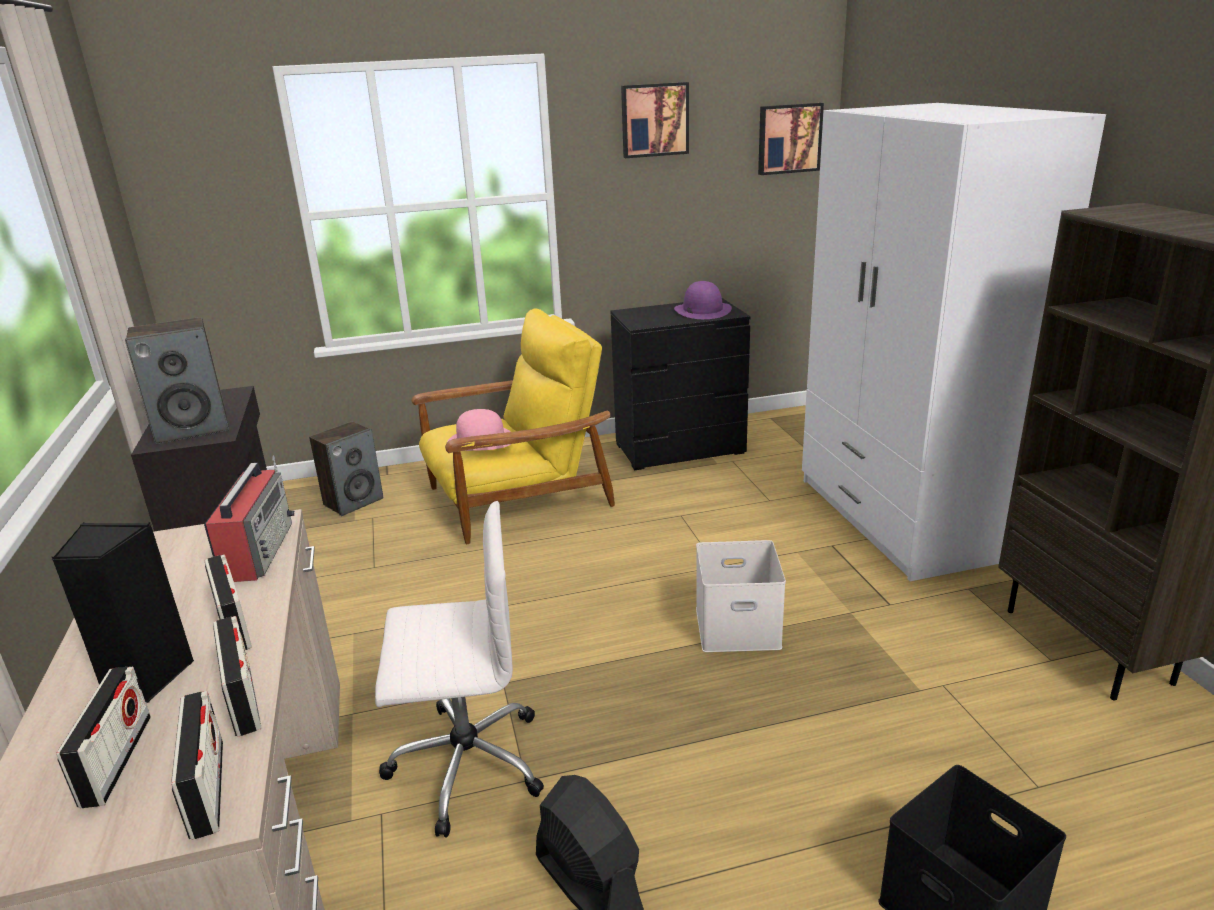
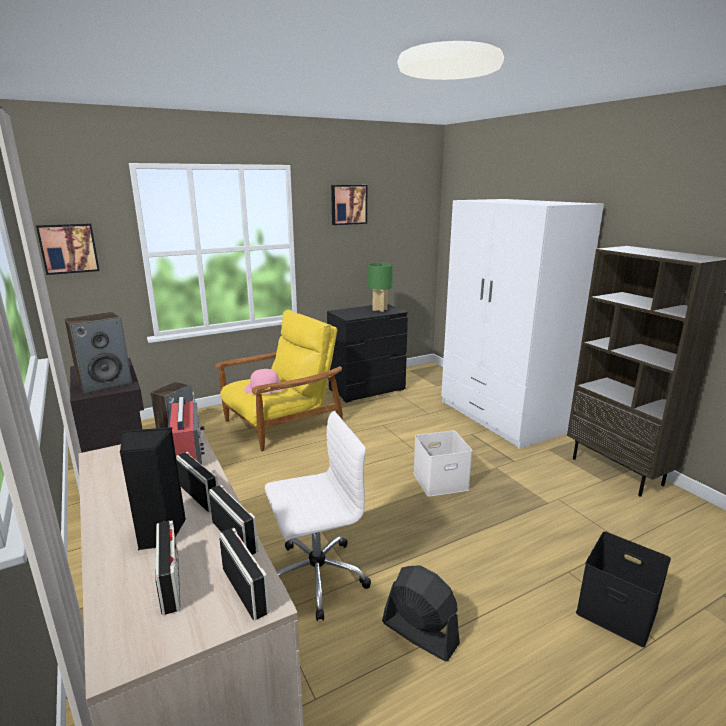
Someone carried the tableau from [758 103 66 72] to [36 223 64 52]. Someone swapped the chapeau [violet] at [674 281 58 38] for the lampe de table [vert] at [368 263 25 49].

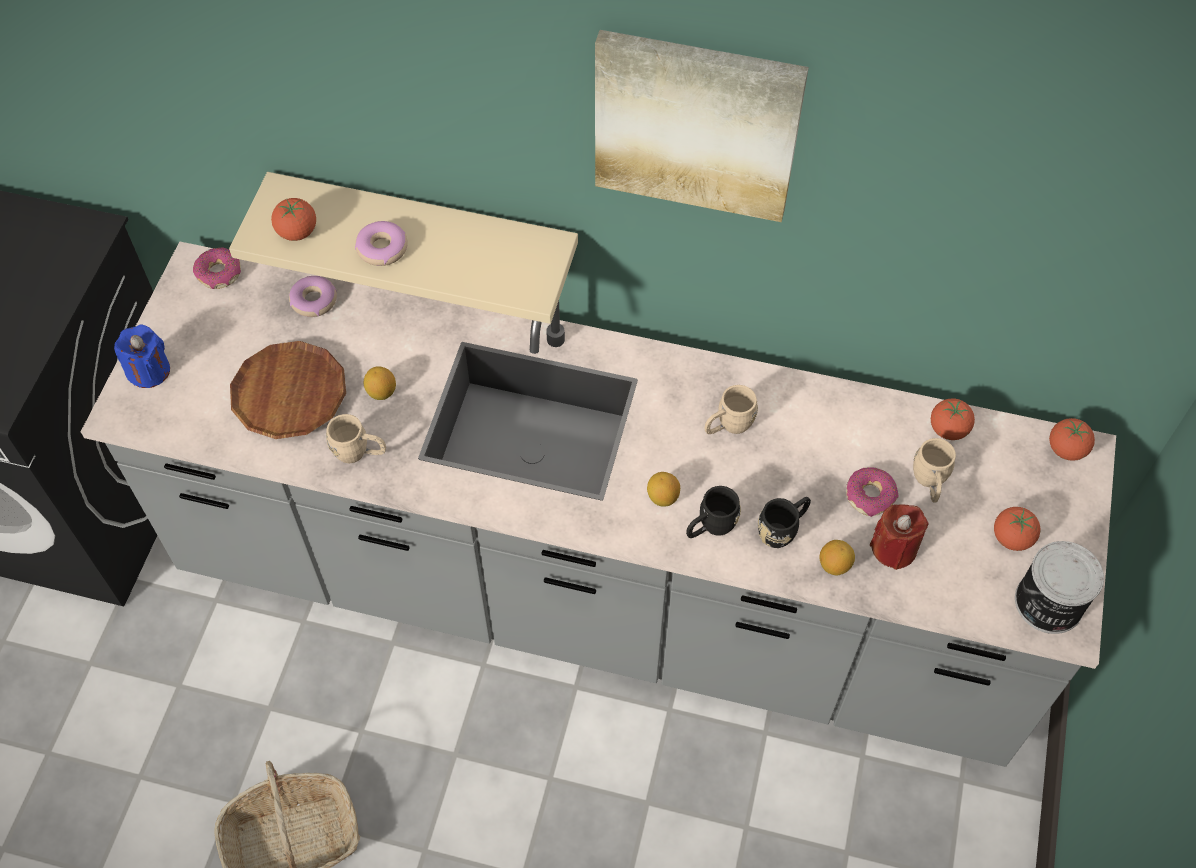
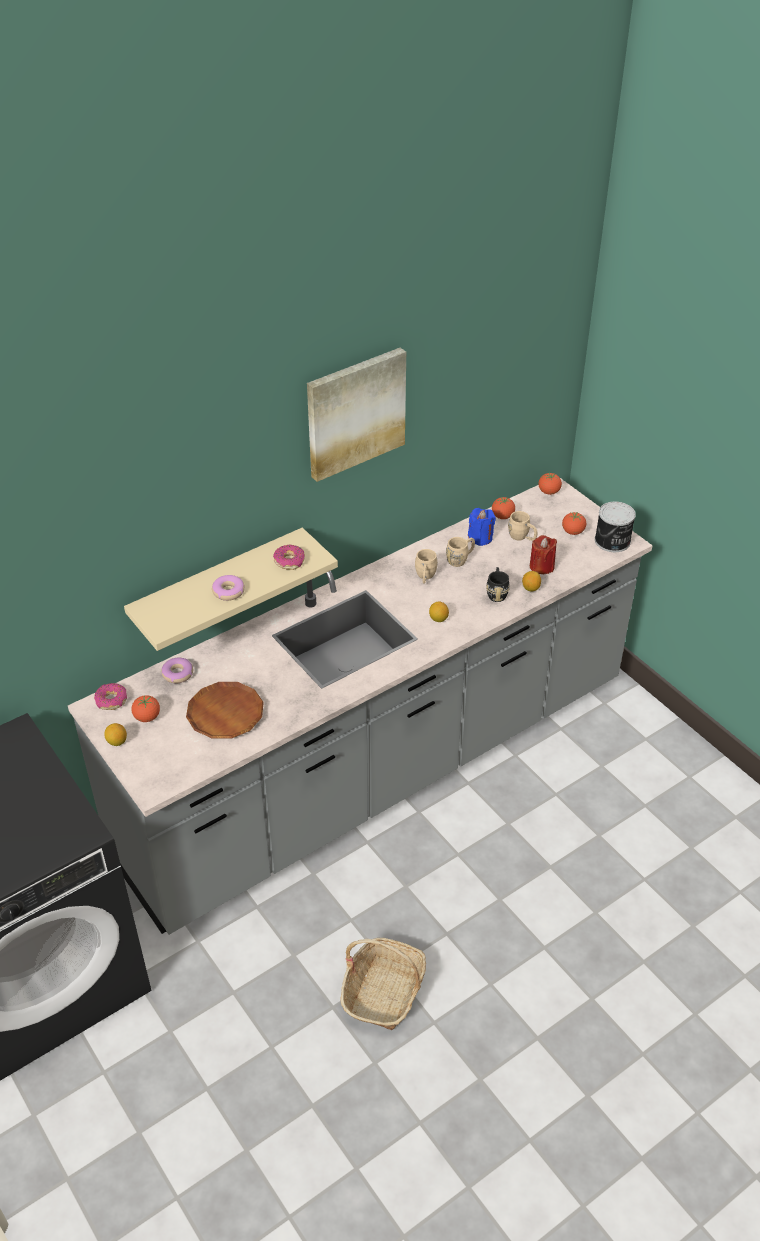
Someone carried the tomate from [271 198 45 43] to [131 695 29 27]. Someone carried the bougie [bleu] from [114 325 56 63] to [468 508 28 38]. Someone carried the citron from [364 366 32 34] to [104 723 23 23]. Someone carried the mug [beige] from [326 414 60 49] to [446 537 29 30]. Someone carried the beignet from [846 467 53 50] to [273 544 32 26]. Someone took away the mug [noir] at [686 486 55 52].

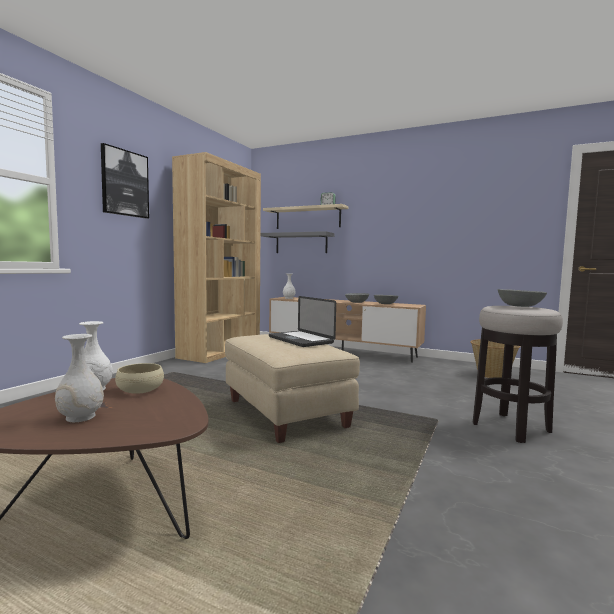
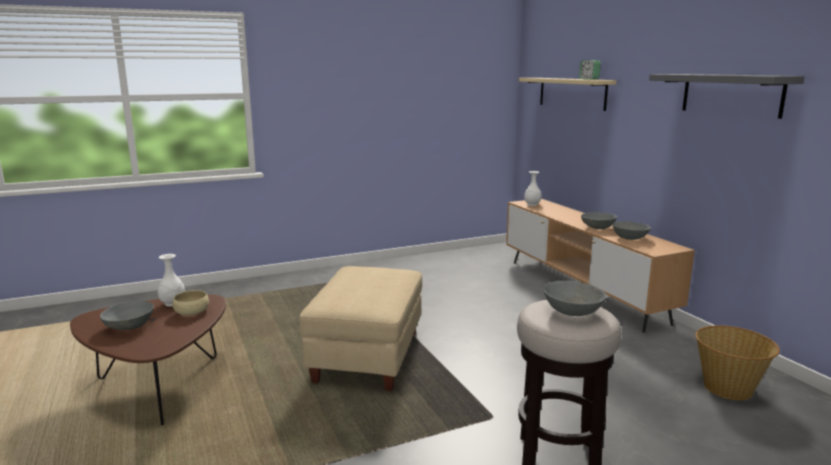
Someone took away the tableau at [101 143 48 76]. Someone took away the bibliothèque [marron] at [172 152 89 211]. Someone carried the étagère [gris] from [261 231 74 22] to [649 74 156 45]. Someone took away the ordinateur portable at [269 296 67 51]. Someone swapped the vase [blanc] at [55 334 49 88] for the bol [gris] at [100 301 54 29].

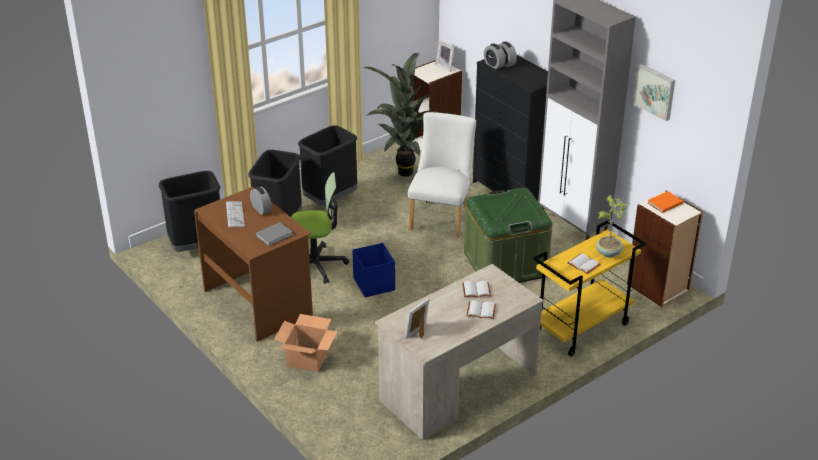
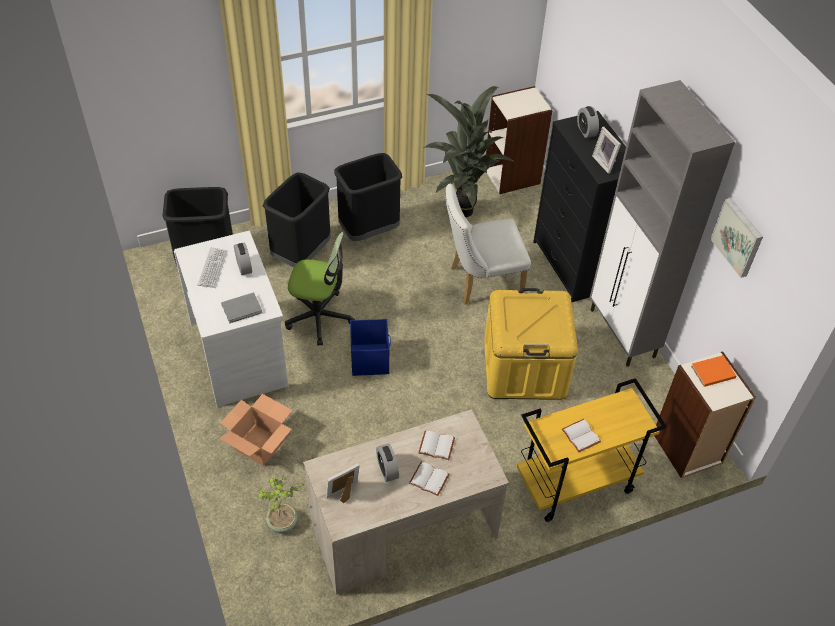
Someone carried the cadre photo from [435 40 20 32] to [592 127 29 47]. Someone carried the réveil from [484 43 22 26] to [376 443 23 39]. Someone rotated the chaise [blanc] at [408 112 68 125] by 135 degrees counterclockwise. Someone repainted the bureau [marron] at [194 187 119 155], which became the bureau [blanc] at [174 231 114 176]. Someone repainted the boîte de rangement [vert] at [464 187 88 96], which became the boîte de rangement [jaune] at [484 288 94 112]. Someone carried the plante en pot from [596 195 33 62] to [257 475 47 58].

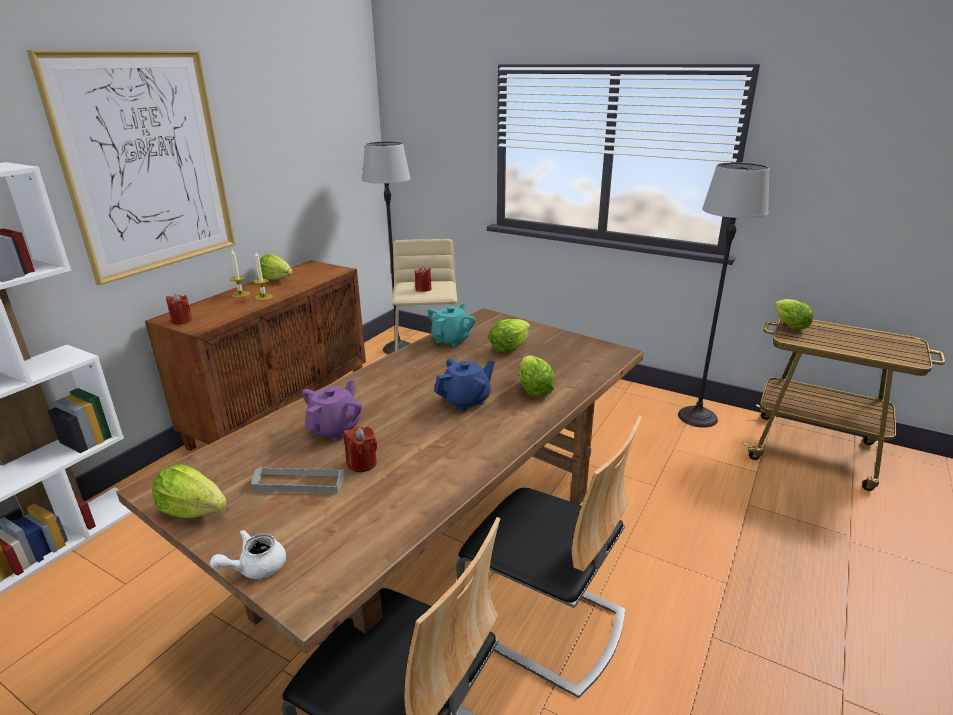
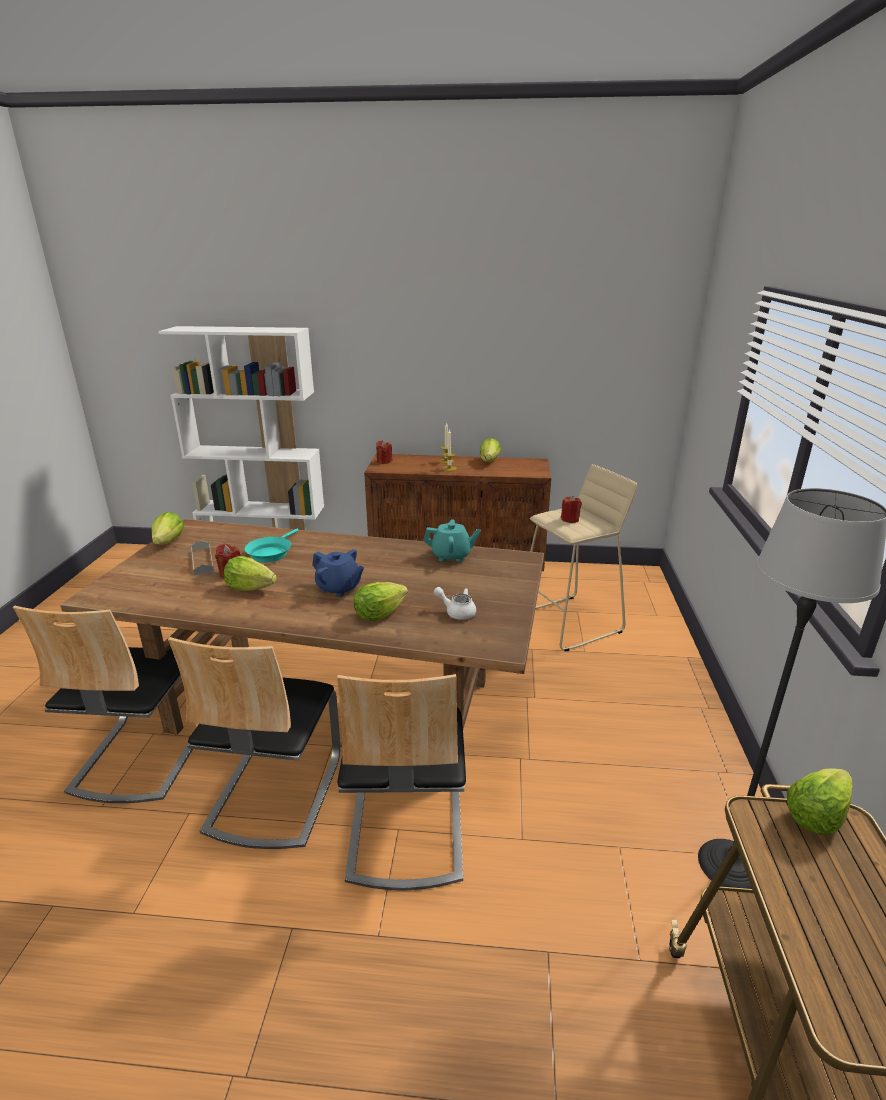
Someone took away the tableau at [27 50 208 235]. Someone took away the lampadaire at [362 141 49 214]. Someone carried the laitue from [489 319 41 33] to [224 556 53 35]. Someone swapped the théière [violet] at [302 380 60 61] for the poêle [turquoise] at [245 529 54 33]. Someone carried the théière [blanc] from [210 530 76 49] to [434 587 42 33]. Someone put down the chaise at [337 674 129 217].

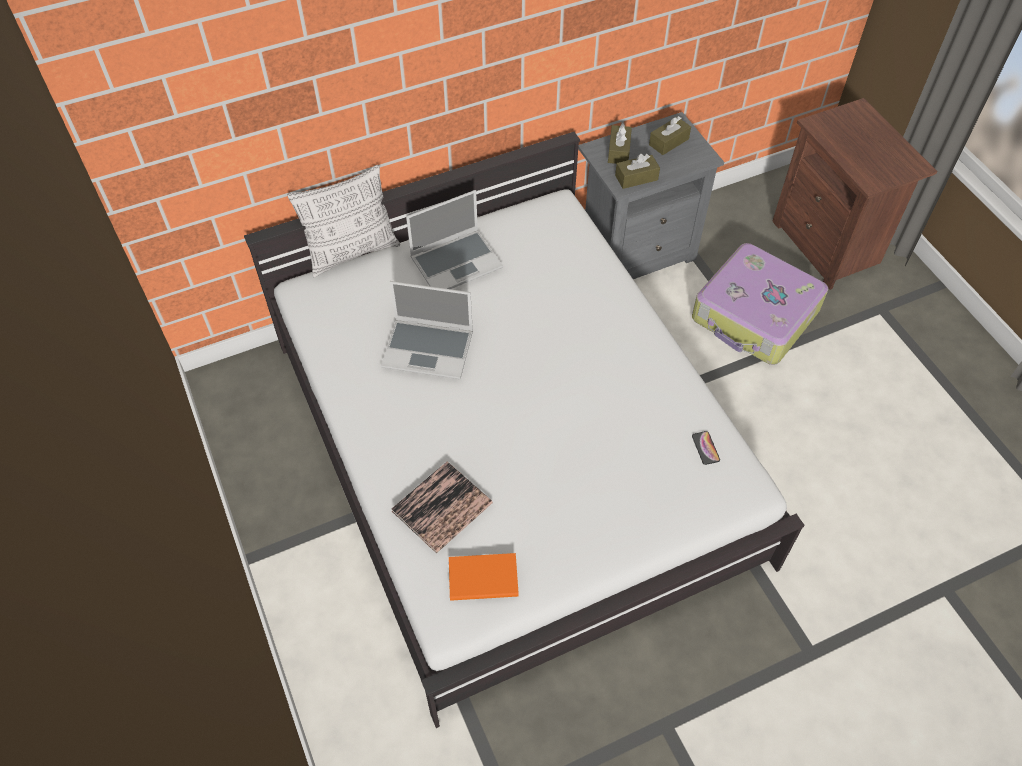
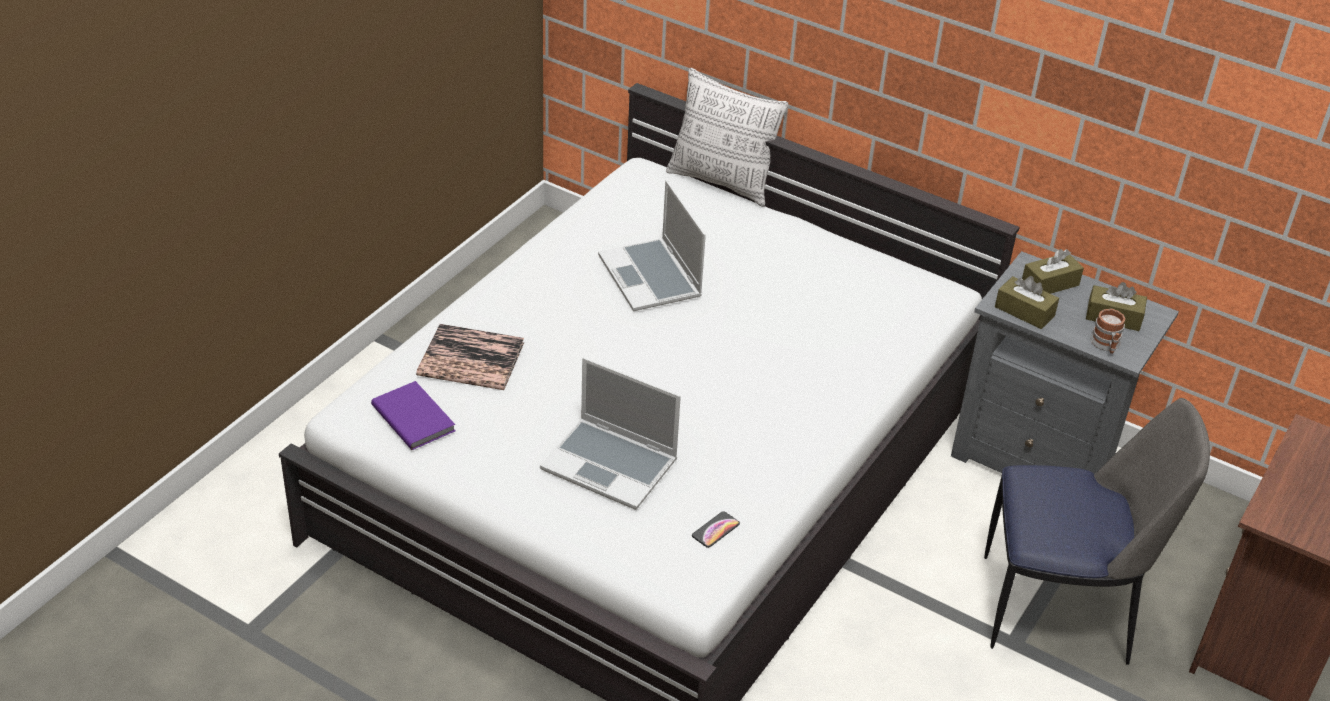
Someone carried the ordinateur portable from [406 190 97 99] to [540 358 141 152]. Someone swapped the valise at [692 243 136 122] for the chaise at [984 398 226 267]. Someone repainted the livre [orange] at [449 553 70 48], which became the livre [violet] at [371 381 84 69]. Someone put down the mug at [1090 308 35 46].

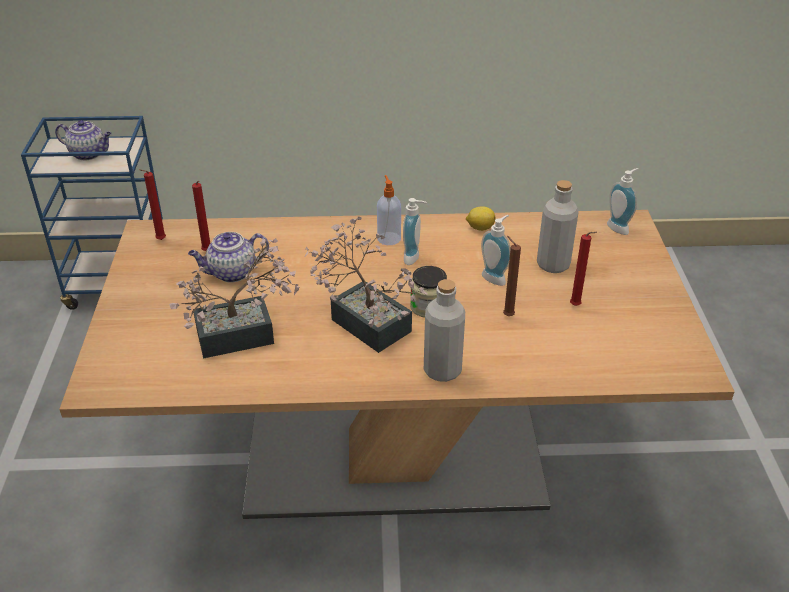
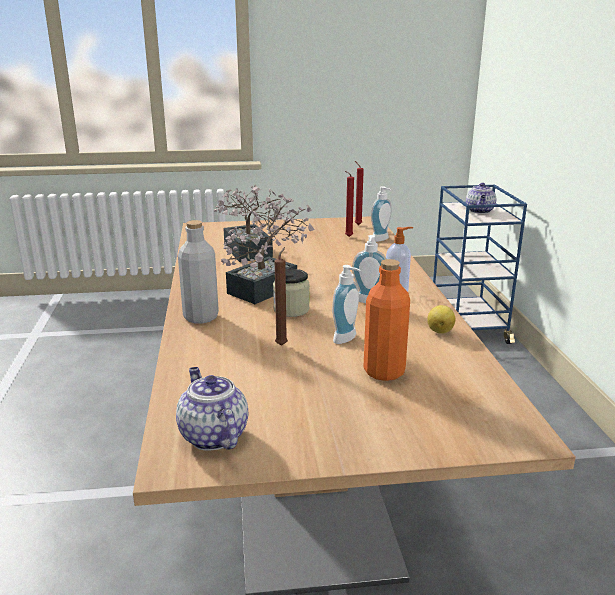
Someone carried the distributeur de savon from [607 168 31 67] to [371 186 21 56]. Someone repainted the bouteille [gris] at [537 180 42 93], which became the bouteille [orange] at [363 259 47 122]. Someone carried the théière from [188 232 81 51] to [176 367 72 83]. Someone took away the bougie [rouge] at [570 232 27 74].

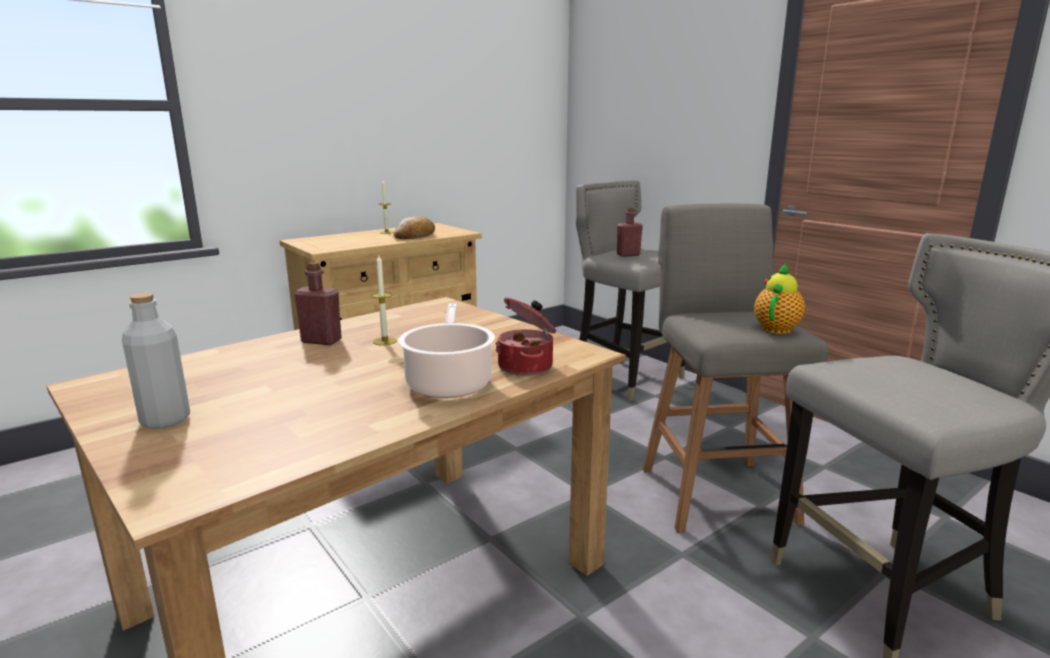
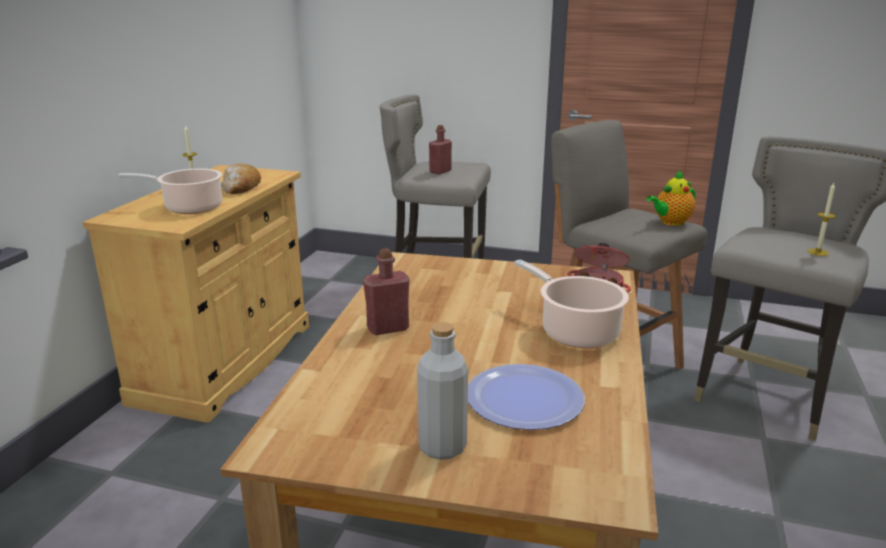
Someone carried the bougie from [371 255 26 90] to [808 183 28 73]. Someone rotated the théière at [754 263 51 71] by 120 degrees counterclockwise. Someone put down the marmite at [118 168 104 46]. Someone put down the assiette at [468 364 117 66].

